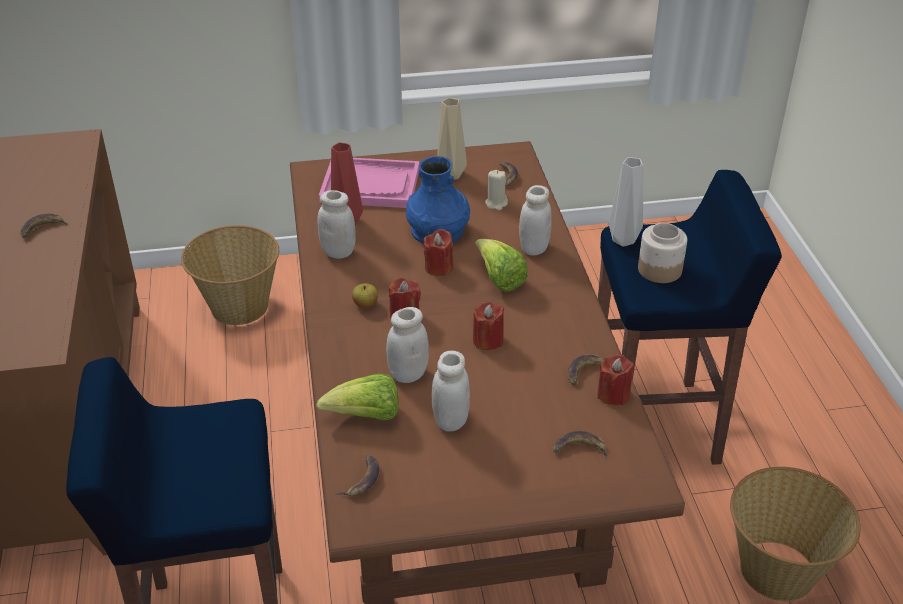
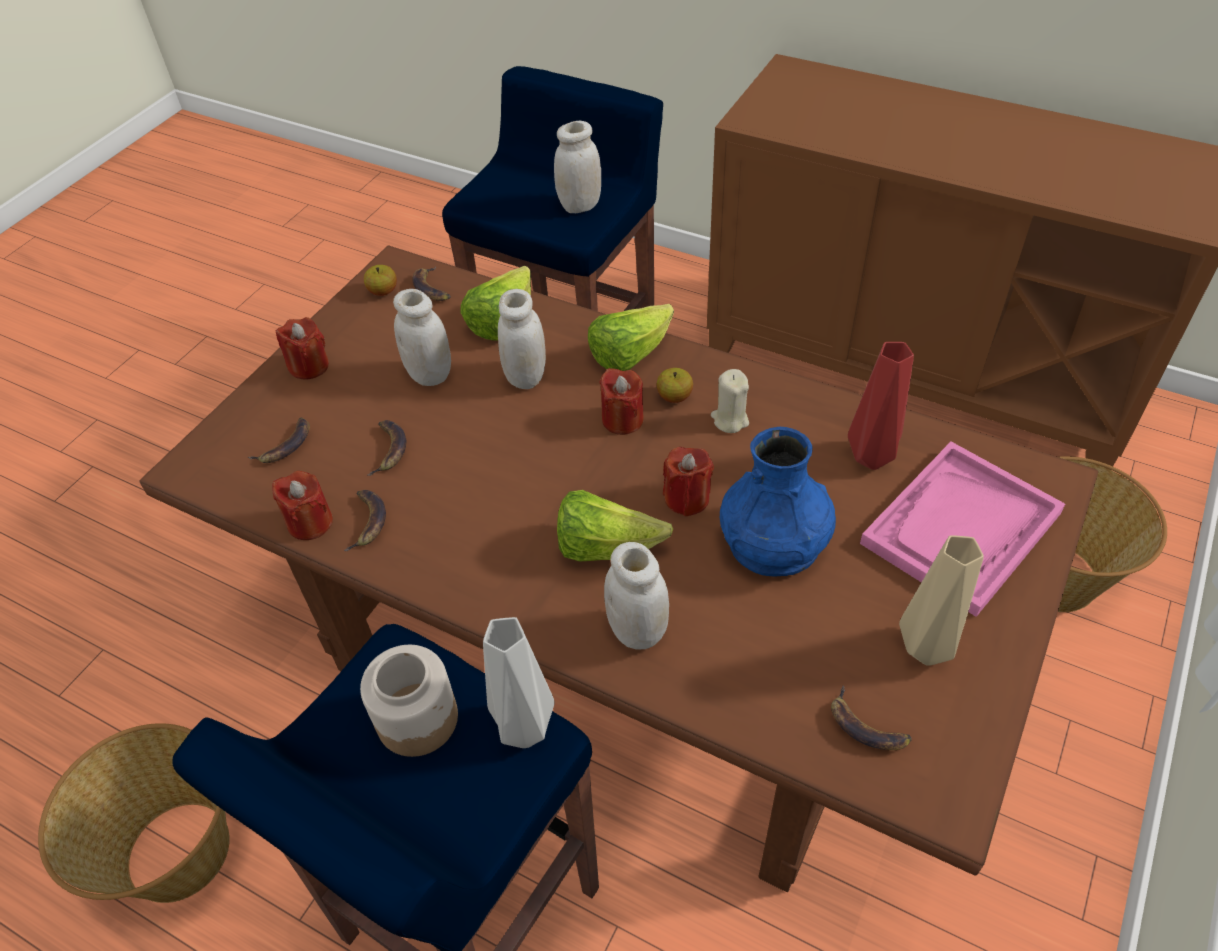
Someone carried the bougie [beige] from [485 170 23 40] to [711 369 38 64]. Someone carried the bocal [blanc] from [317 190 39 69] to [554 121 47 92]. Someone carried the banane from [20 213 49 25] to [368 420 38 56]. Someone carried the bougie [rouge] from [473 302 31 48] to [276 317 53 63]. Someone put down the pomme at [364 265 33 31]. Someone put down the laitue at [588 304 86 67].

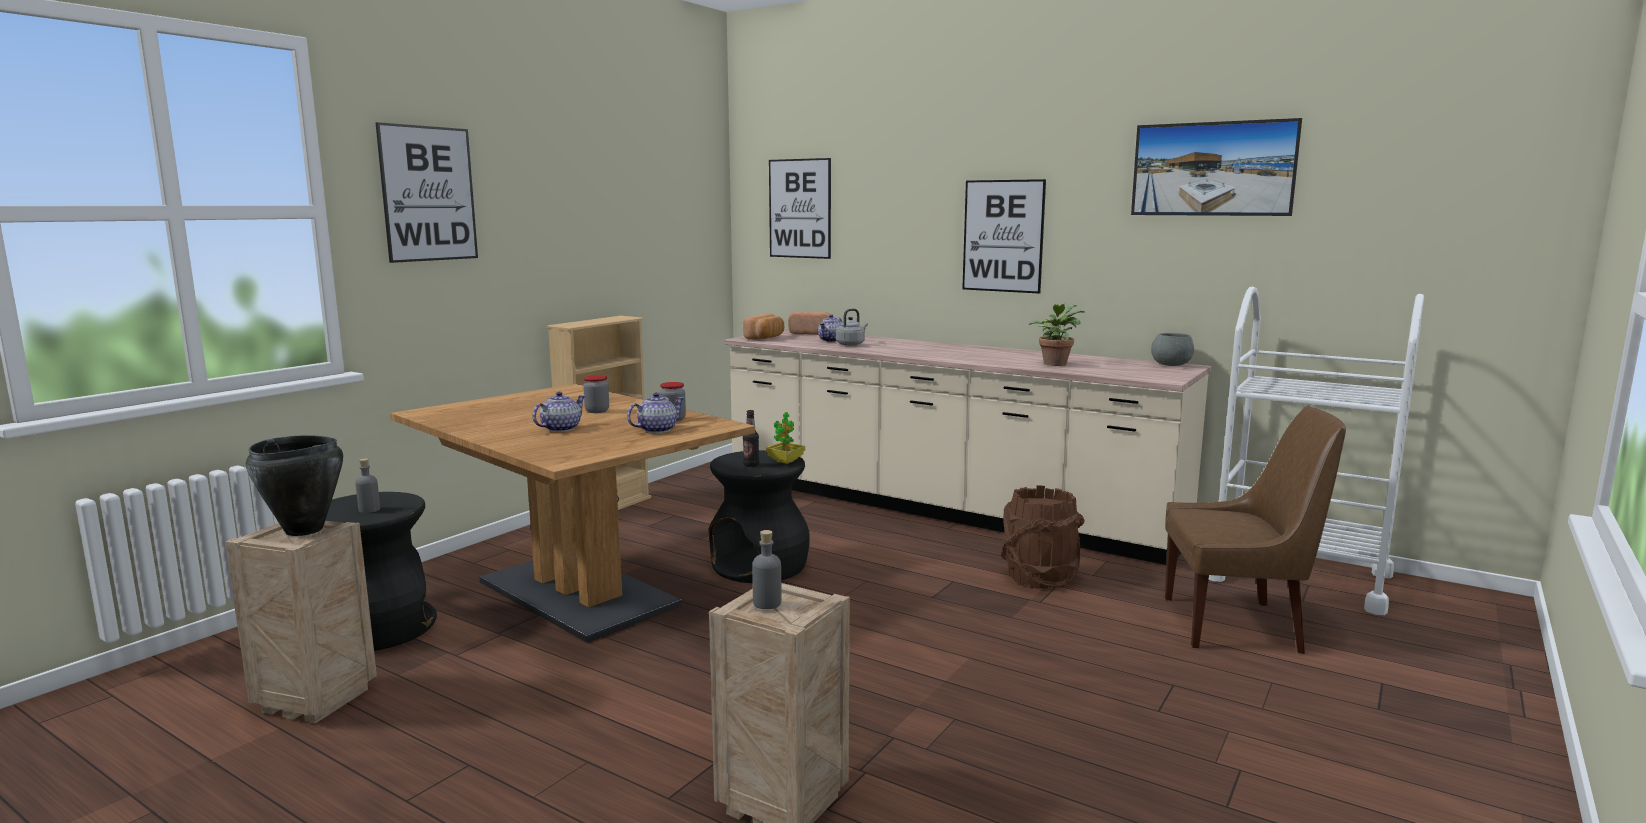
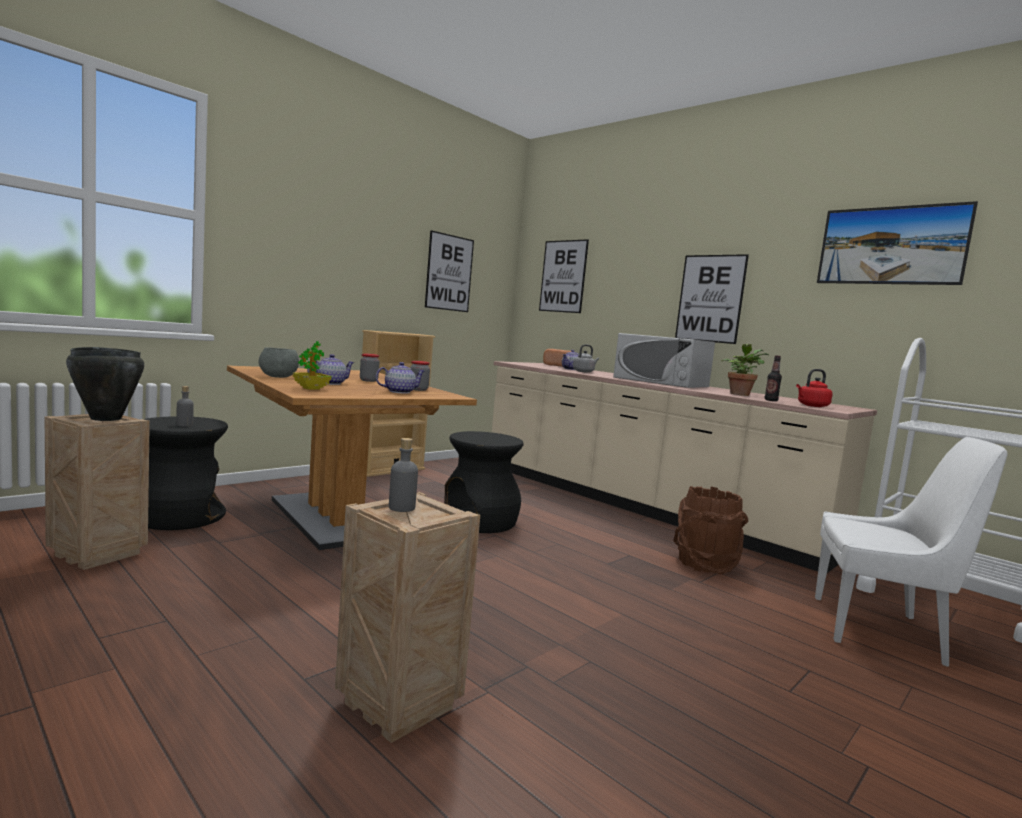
Someone carried the tableau from [375 122 103 141] to [425 230 49 82]. Someone took away the pain at [743 314 41 26]. Someone carried the bol [gris] from [1151 333 43 33] to [259 347 40 31]. Someone repainted the chaise [marron] at [1165 406 181 248], which became the chaise [blanc] at [815 437 193 230]. Someone carried the bouteille from [743 410 16 57] to [765 355 17 46]. Someone carried the plante en pot from [766 412 39 52] to [293 341 39 49]. Someone put down the micro-ondes [blanc] at [613 333 102 55]. Someone put down the bouilloire [rouge] at [796 369 36 38].

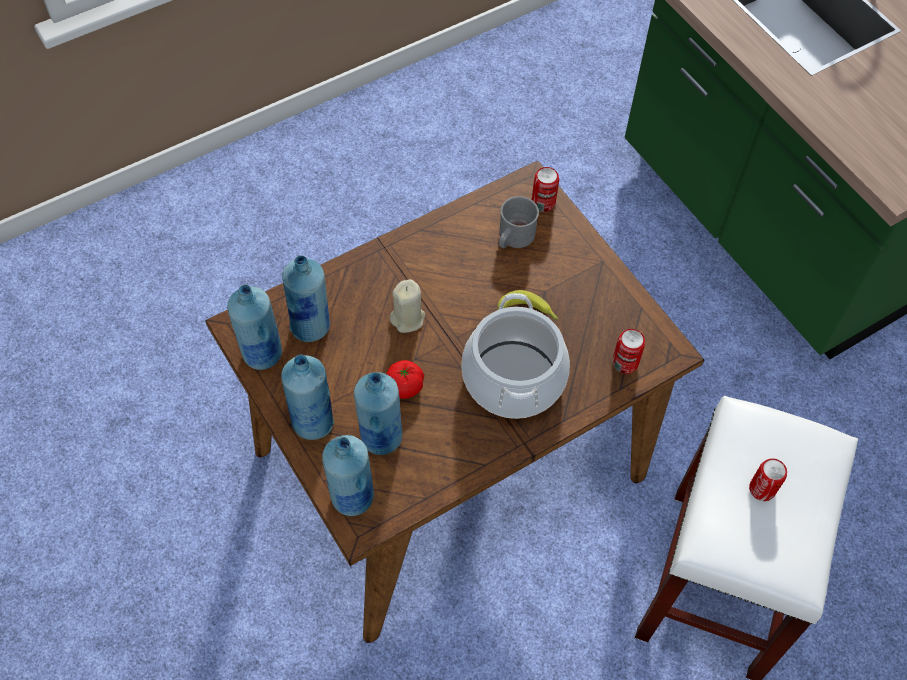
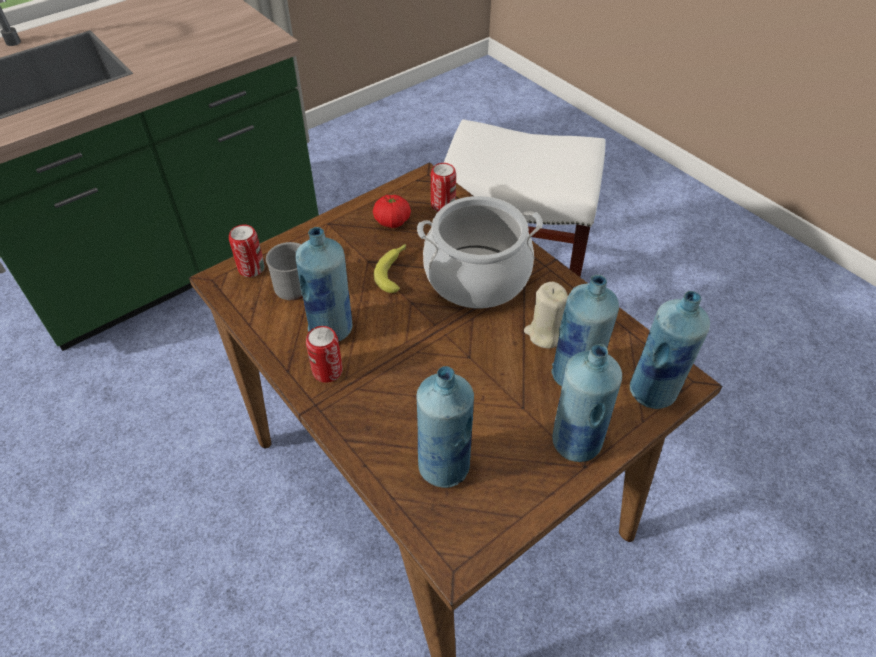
Someone carried the bougie [beige] from [389 279 36 54] to [524 282 44 66]. Someone carried the bouteille [bleu] from [227 284 55 86] to [296 227 57 115]. Someone carried the tomate from [386 360 38 39] to [373 195 38 33]. Someone carried the boîte métallique from [749 458 38 43] to [306 326 37 57].

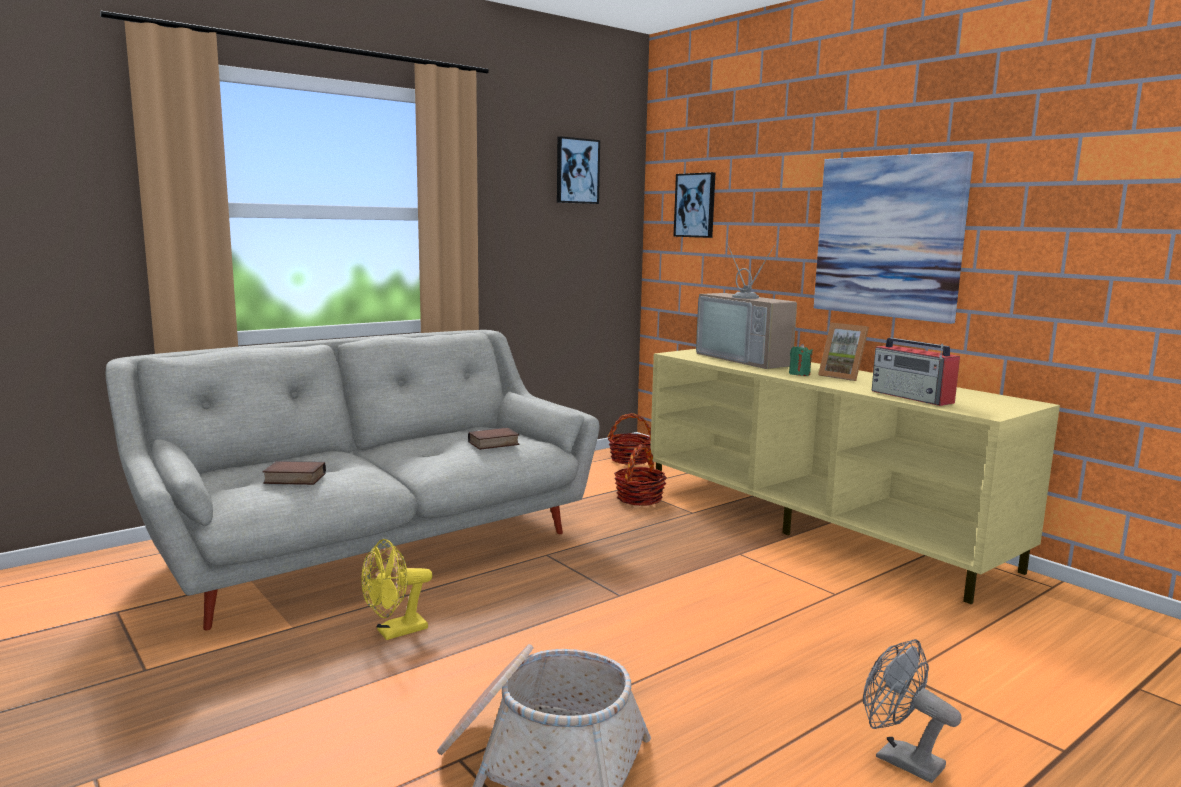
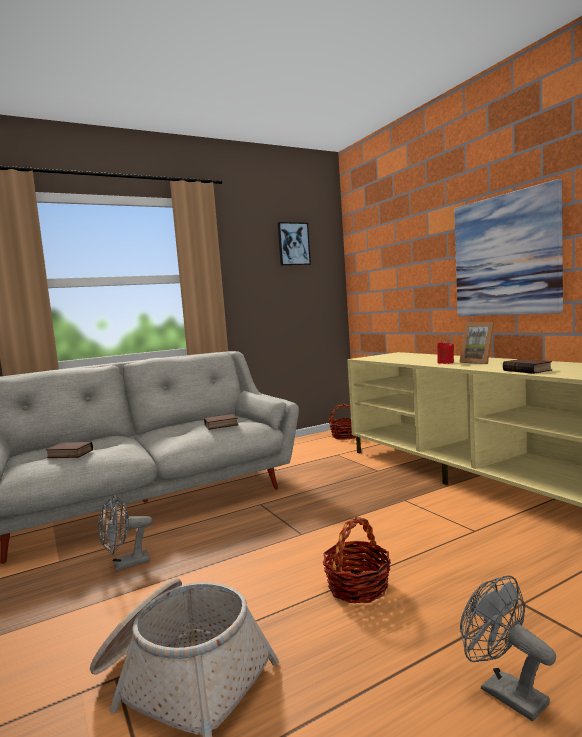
Someone took away the tableau at [673 172 42 66]. Someone took away the téléviseur at [696 243 101 126]. Someone swapped the radio at [872 338 88 68] for the livre at [503 359 49 15]. Someone repainted the bougie [vert] at [789 344 24 32], which became the bougie [rouge] at [437 340 17 24]. Someone carried the panier from [614 445 53 61] to [323 517 68 87]. Someone repainted the ventilateur [jaune] at [361 539 71 101], which became the ventilateur [gris] at [98 495 54 76].

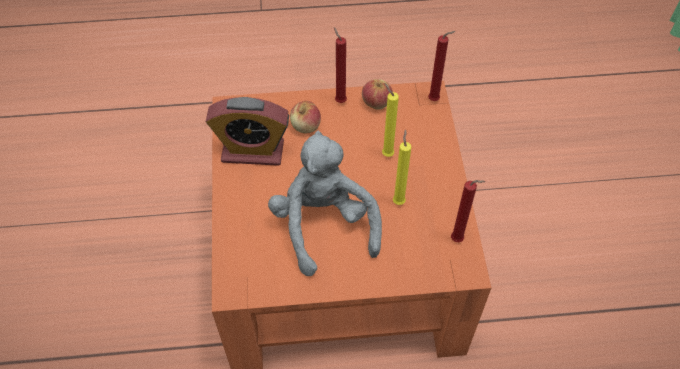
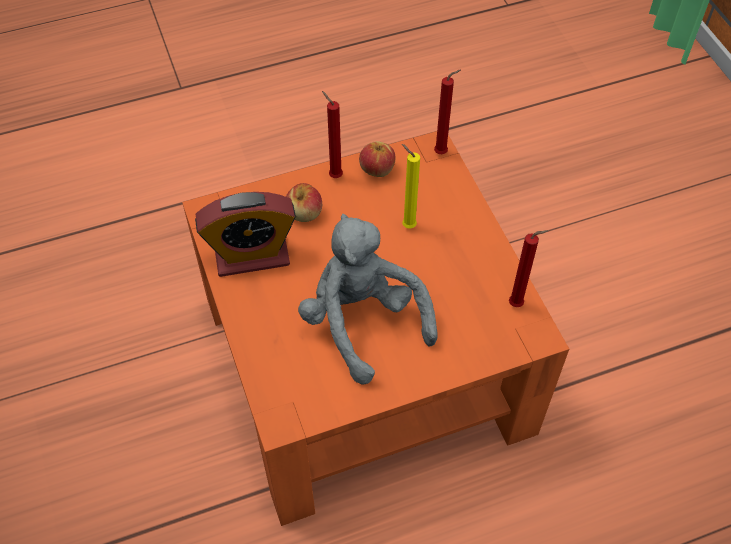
Someone took away the bougie [jaune] at [393 129 18 76].

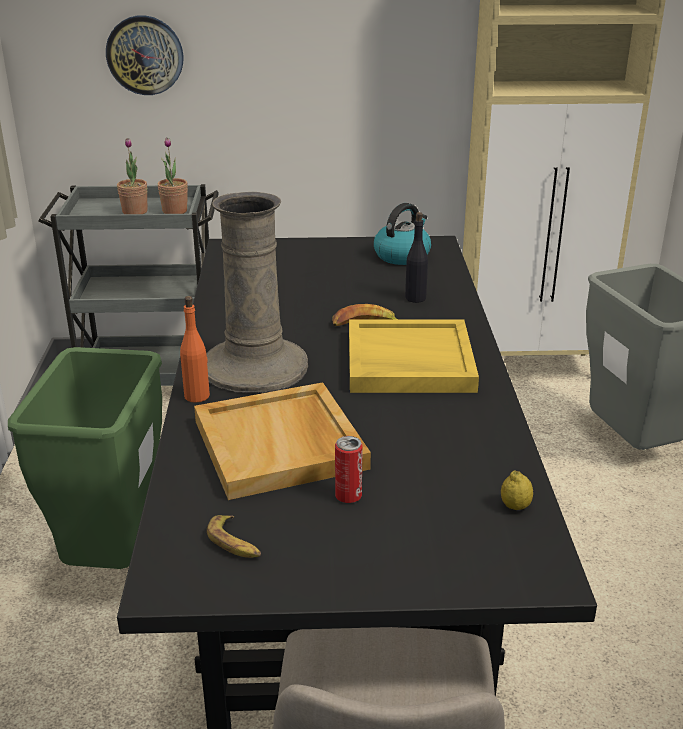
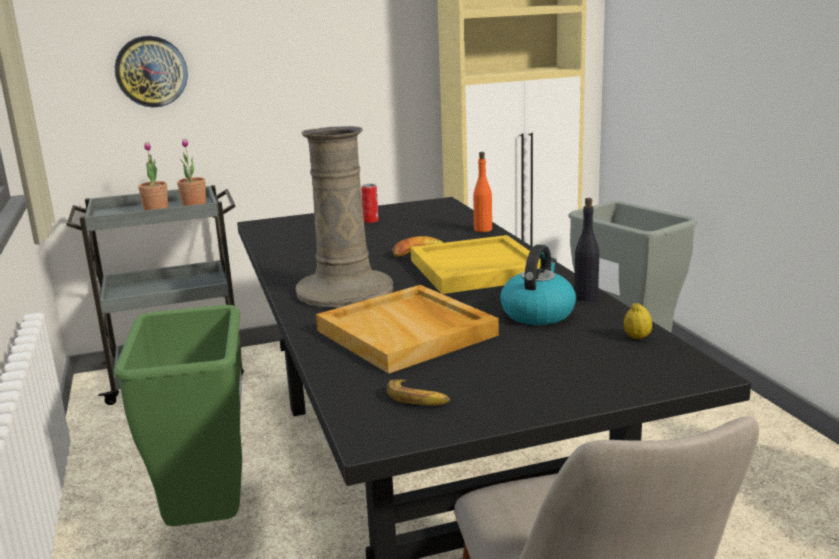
Someone carried the bouilloire from [374 203 57 62] to [500 245 76 80]. Someone carried the bouteille [noir] from [405 212 23 91] to [574 198 25 103]. Someone carried the bouteille [orange] from [180 296 30 106] to [473 152 19 80]. Someone carried the boîte métallique from [335 436 28 67] to [361 184 18 39].

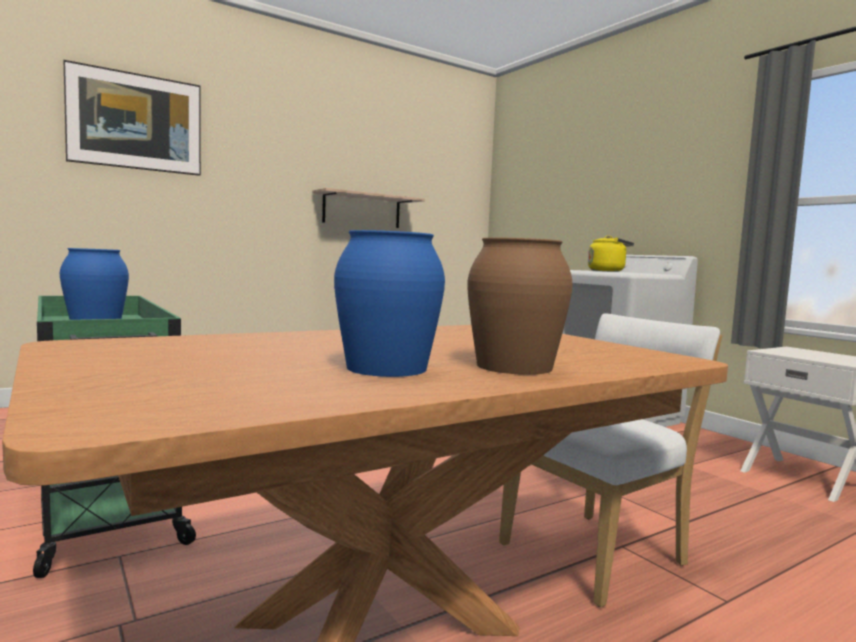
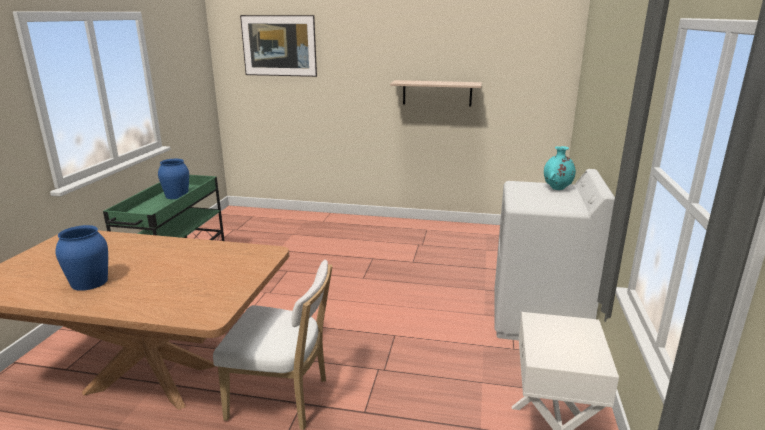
Someone swapped the bouilloire [jaune] at [588 236 46 36] for the vase [turquoise] at [544 146 32 44]. Someone took away the vase [marron] at [467 237 106 138].

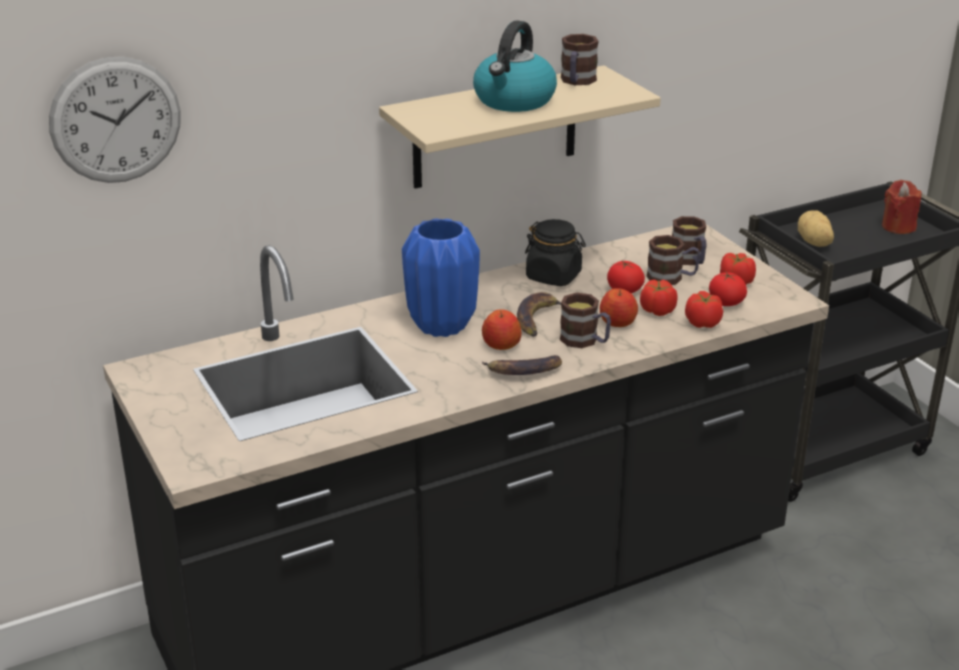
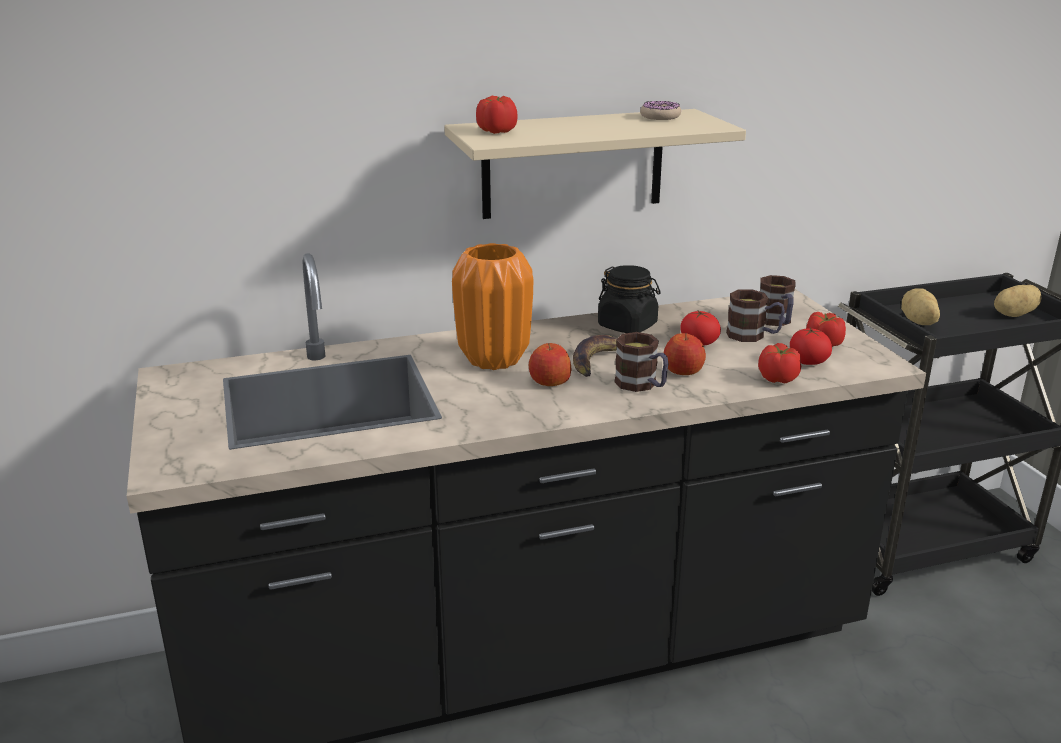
Someone took away the bouilloire at [473 20 84 92]. Someone swapped the mug at [561 34 38 51] for the beignet at [640 101 41 19]. Someone took away the horloge murale at [49 57 132 126]. Someone swapped the bougie [rouge] at [882 180 39 54] for the pomme de terre at [994 285 47 32]. Someone repainted the vase [bleu] at [402 218 78 119], which became the vase [orange] at [452 243 81 127]. Someone carried the tomate from [640 279 38 37] to [476 96 42 38]. Someone took away the banane at [482 355 80 20].

